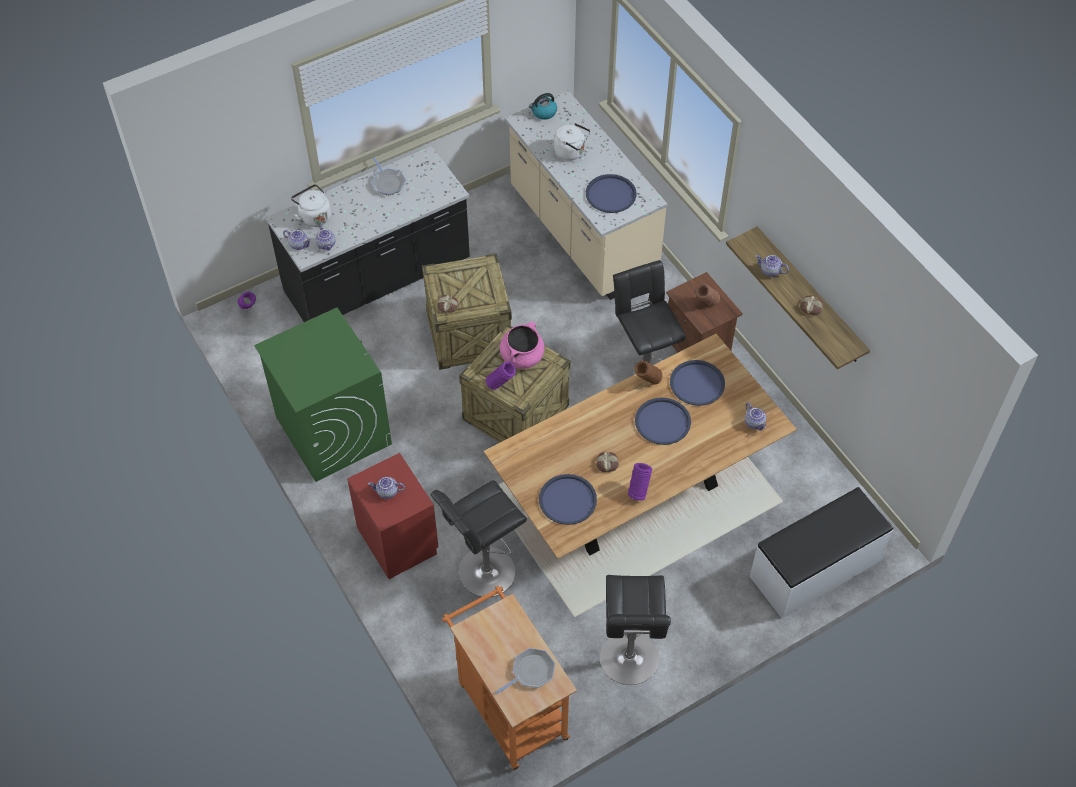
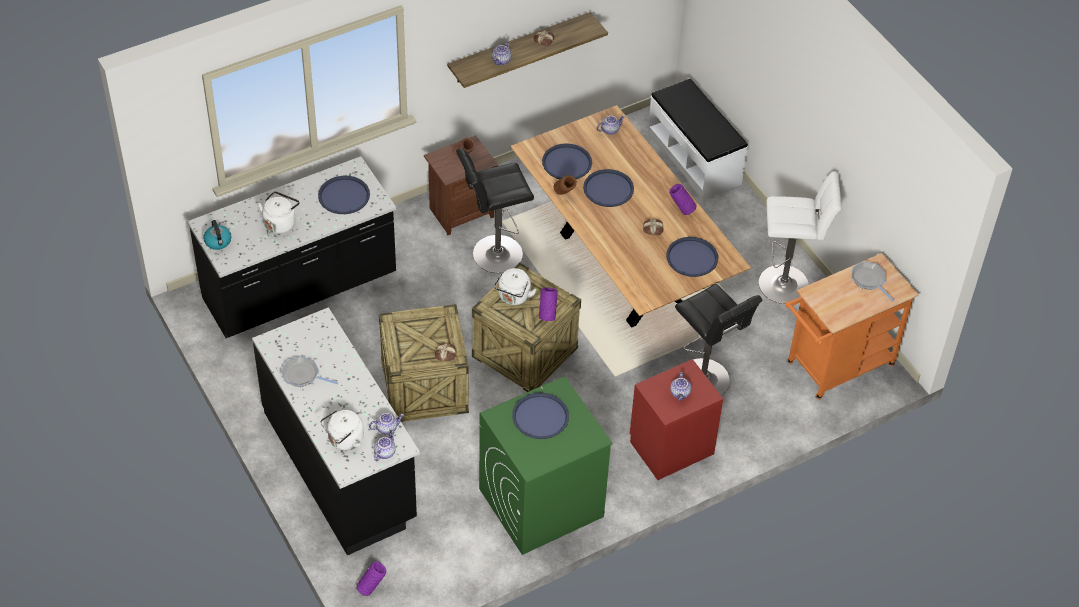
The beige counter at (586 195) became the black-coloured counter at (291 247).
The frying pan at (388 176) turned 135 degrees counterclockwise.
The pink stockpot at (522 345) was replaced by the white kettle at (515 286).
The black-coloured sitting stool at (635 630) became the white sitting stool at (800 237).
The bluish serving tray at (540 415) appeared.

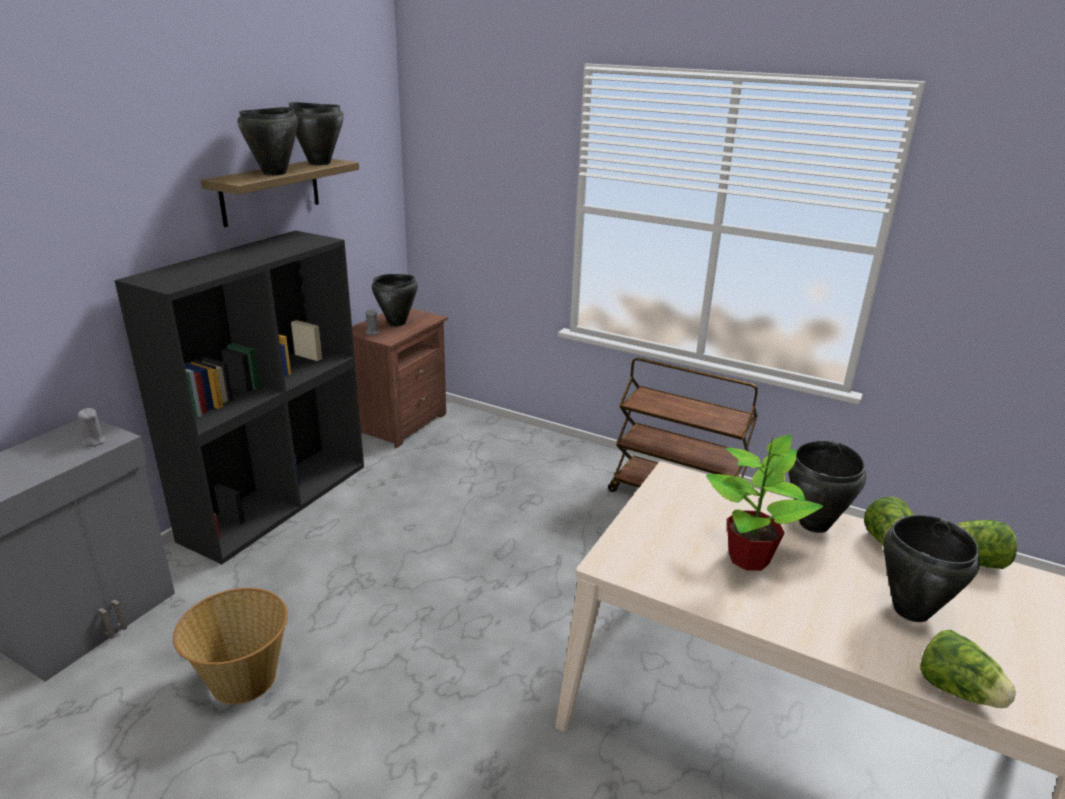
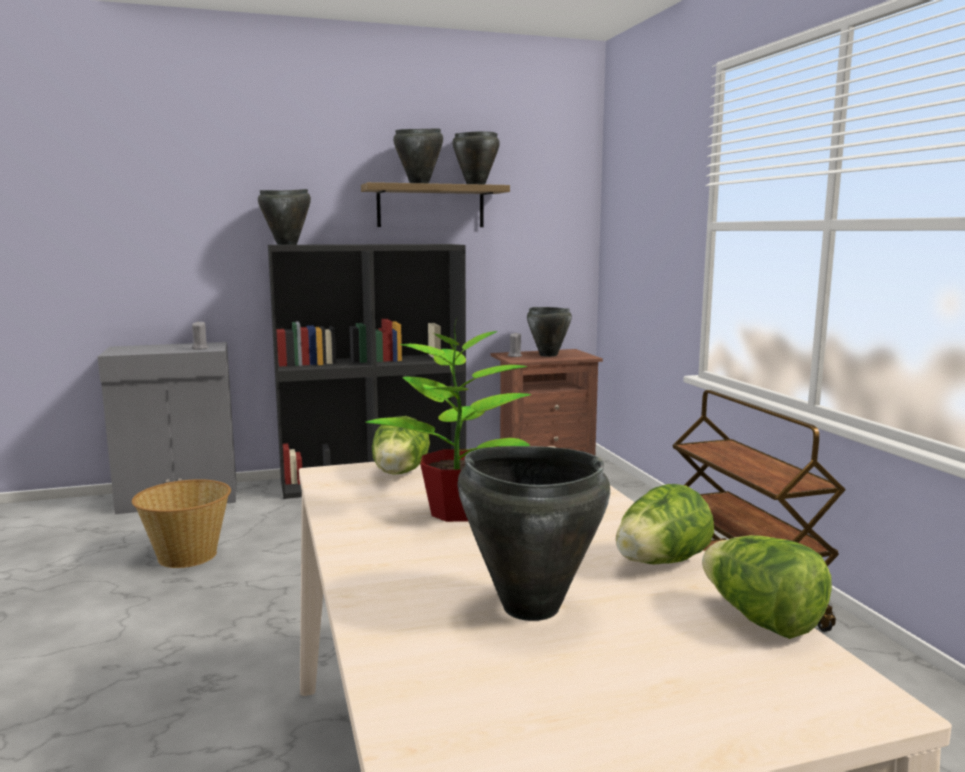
The black-coloured stockpot moved from (827 486) to (284 217).
The lettuce head moved from (968 669) to (401 445).

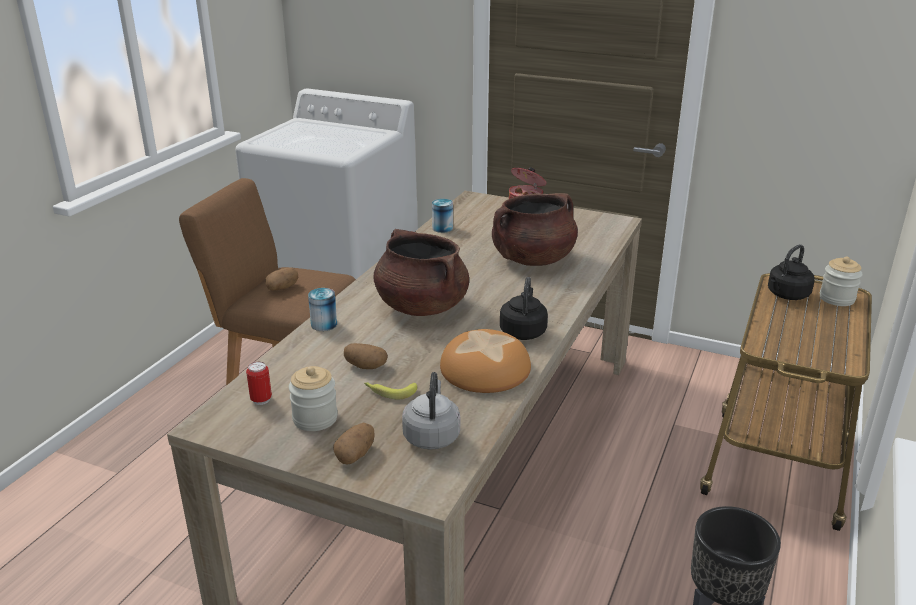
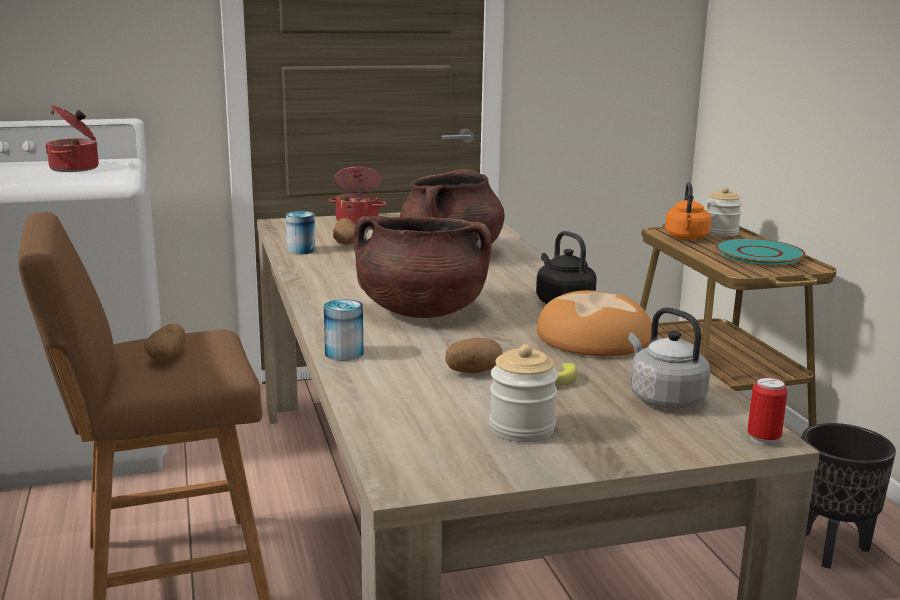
The black-coloured kettle at (791 272) became the orangey kettle at (688 211).
The can moved from (259 383) to (767 411).
The potato moved from (354 443) to (344 231).
The stockpot at (72 138) appeared.
The blue-green plate at (760 251) appeared.

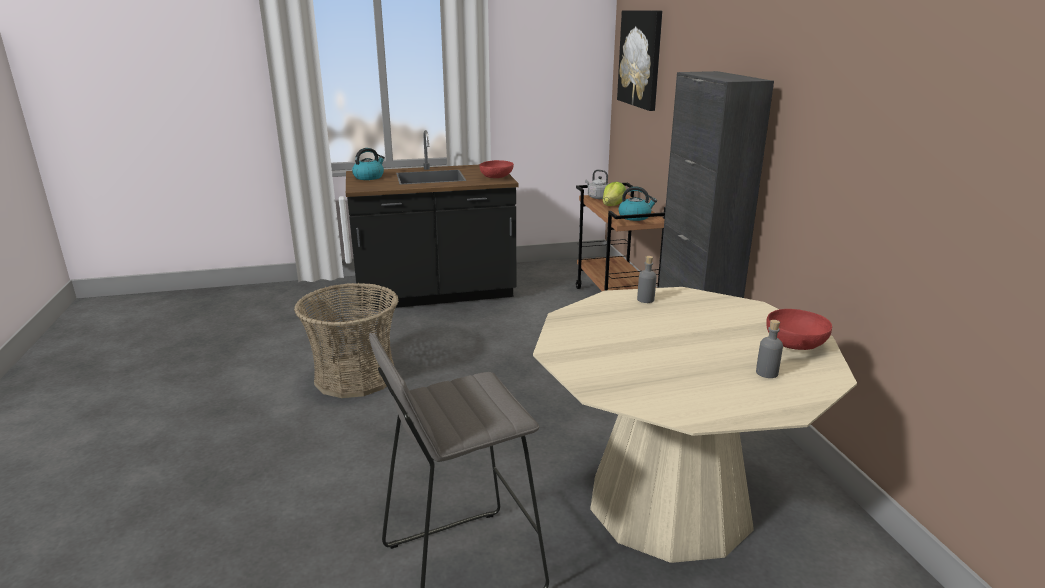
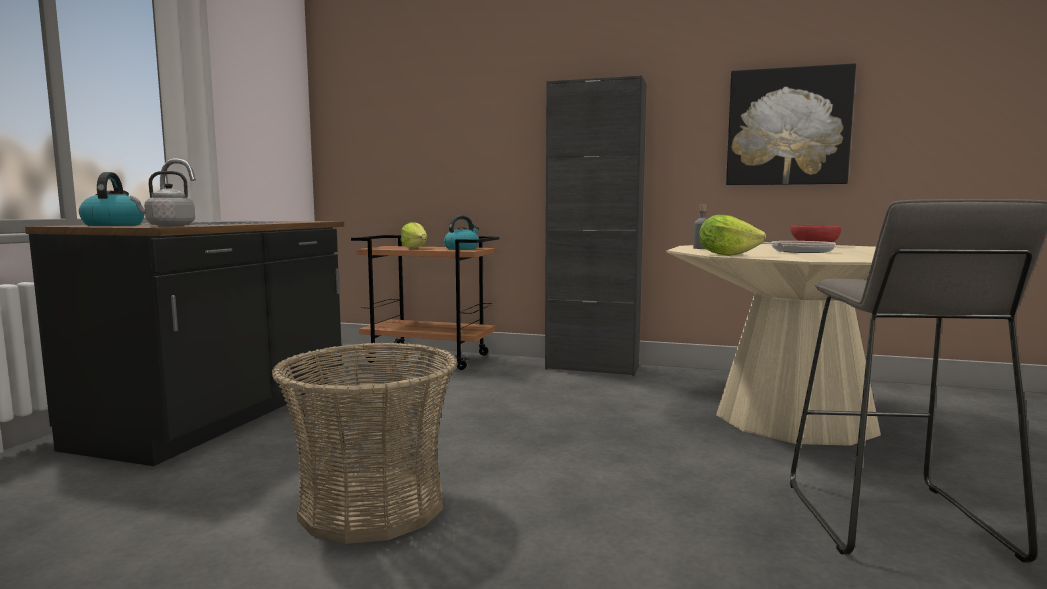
The wall picture moved from (639 60) to (791 124).
The reddish serving bowl at (496 169) disappeared.
The gray kettle moved from (596 184) to (162 198).
The gray beverage bottle at (769 349) disappeared.
The lettuce head at (732 235) appeared.
The frying pan at (798 247) appeared.

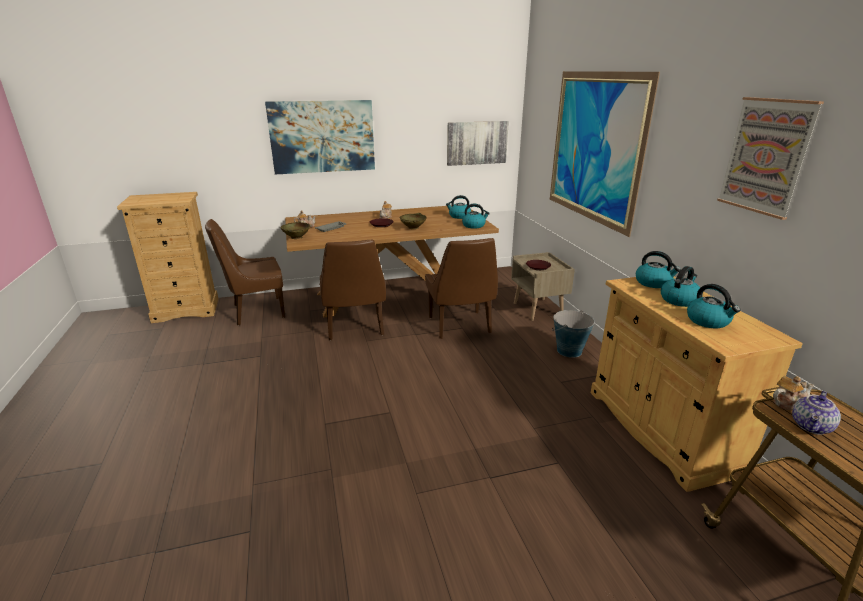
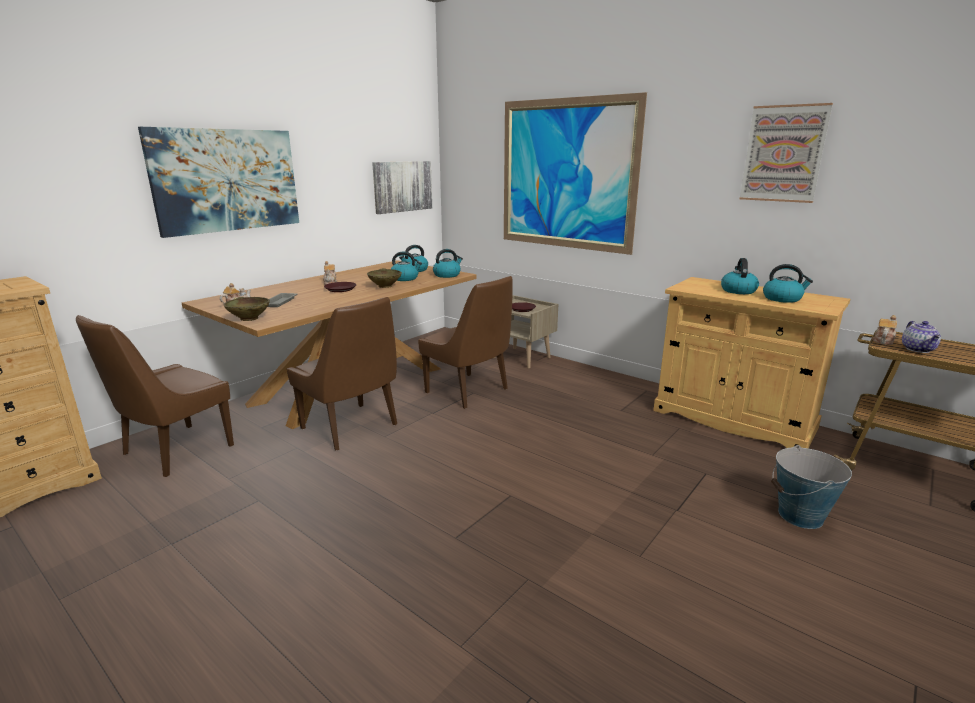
The kettle moved from (658 269) to (406 266).
The water bucket moved from (573 334) to (811 487).

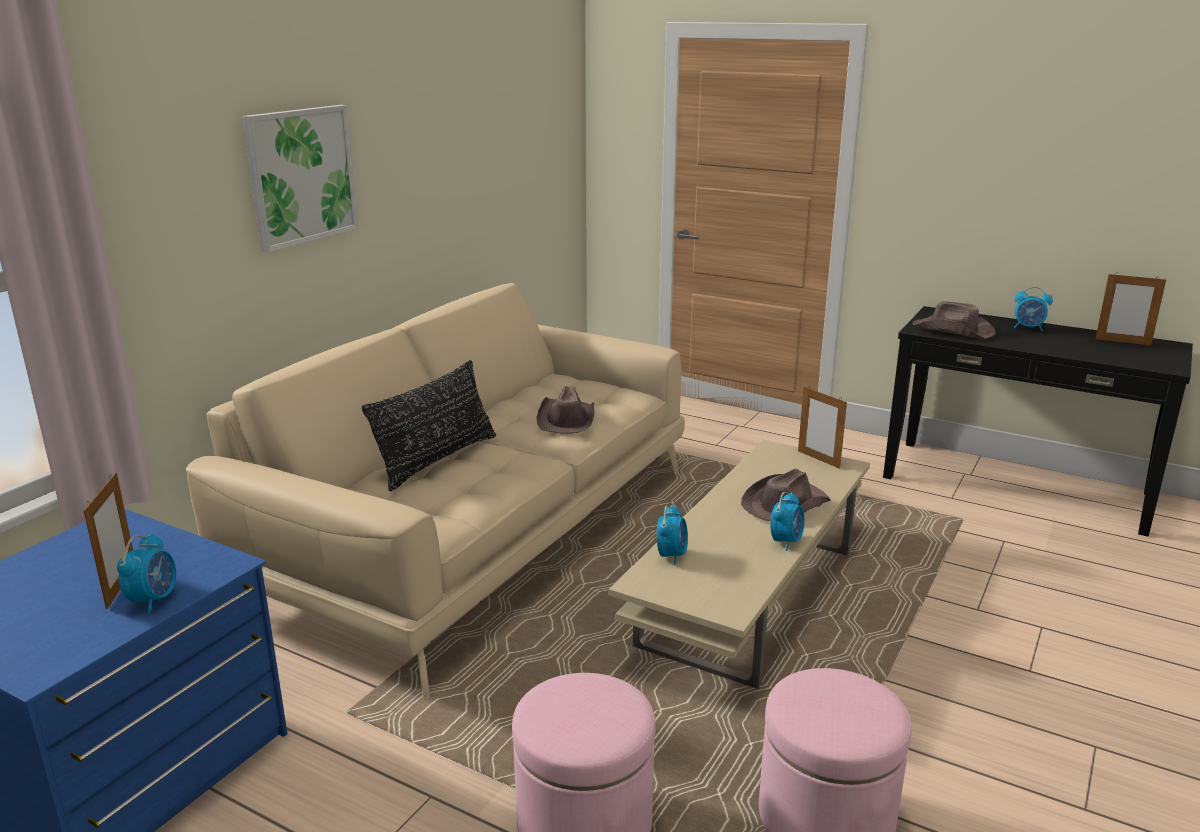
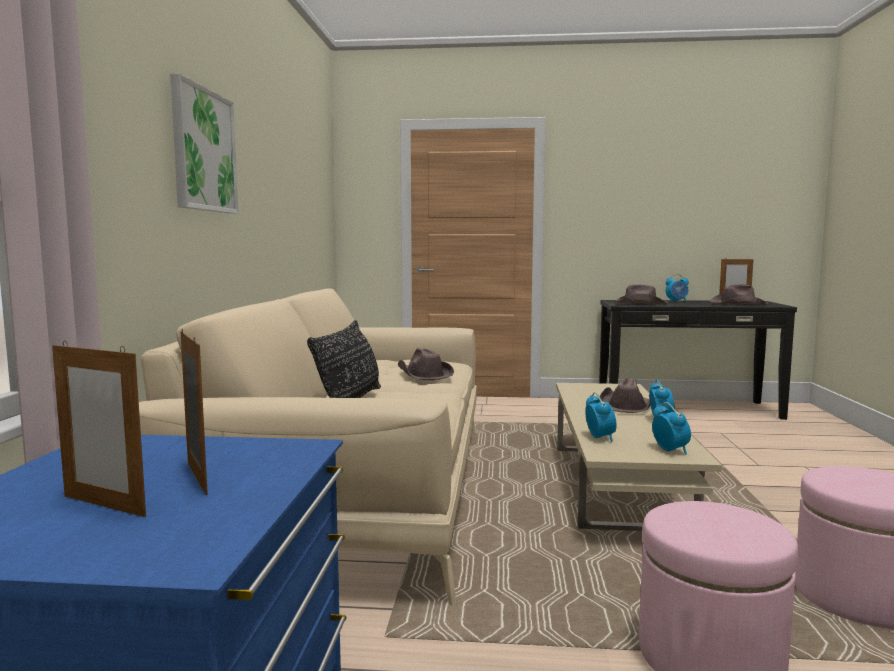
The standing frame moved from (822 428) to (99 429).
The bedside clock moved from (146 573) to (671 428).
The brownish wearable hat at (739 294) appeared.

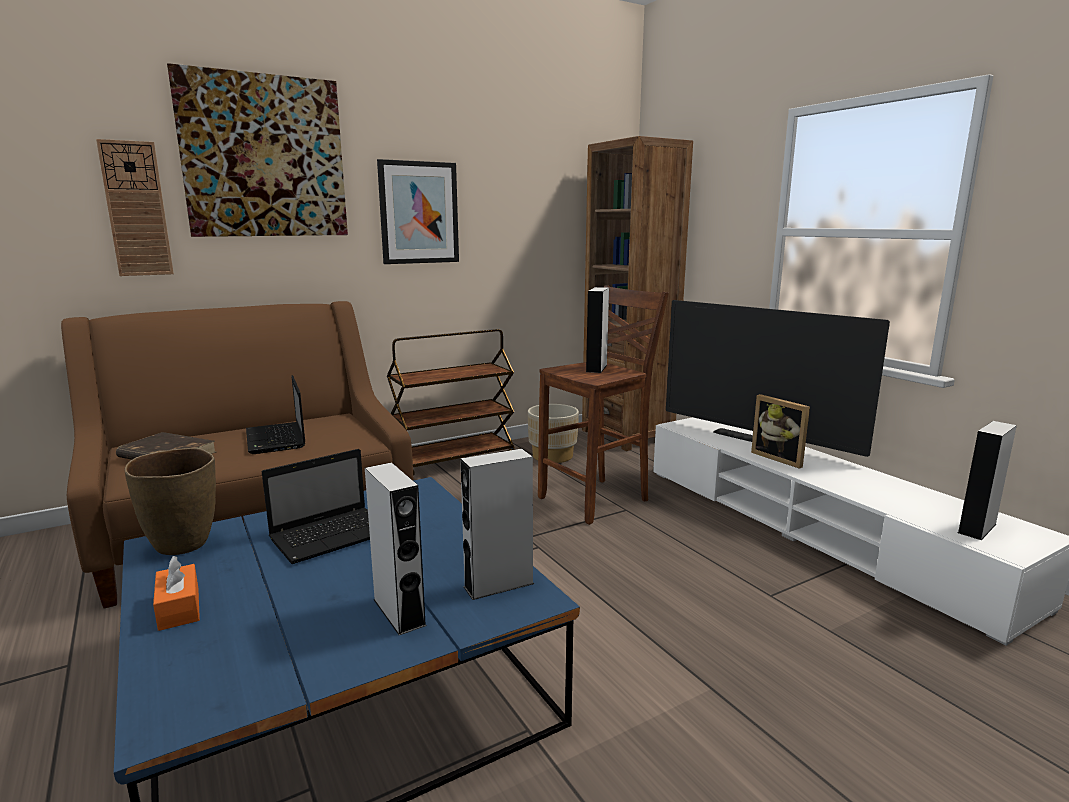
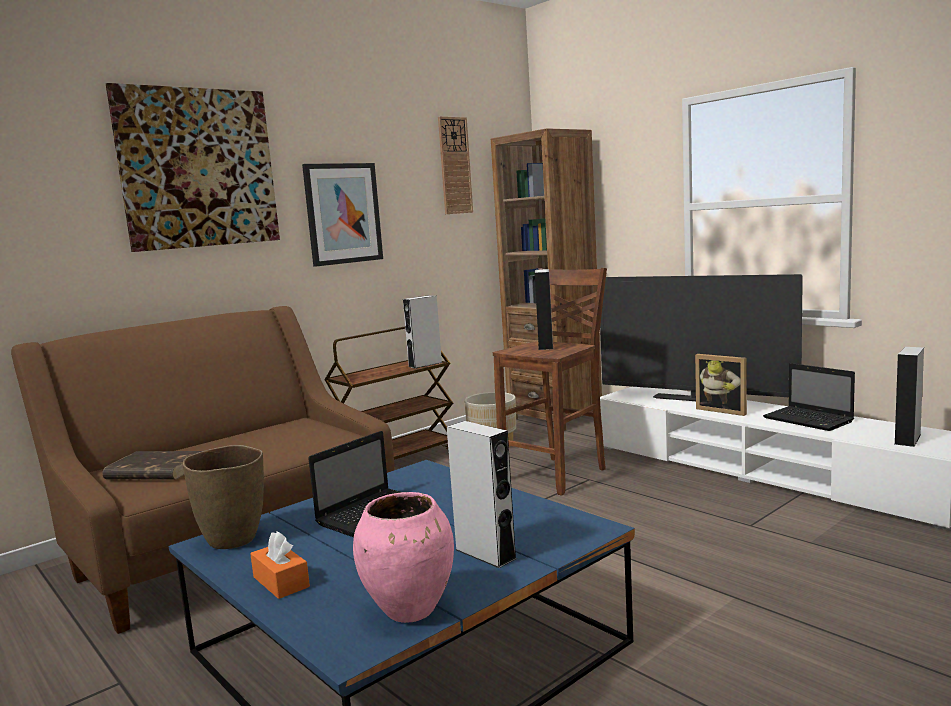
The hanging clock moved from (135 207) to (455 165).
The portable computer moved from (275 414) to (809 397).
The gray loudspeaker moved from (497 524) to (422 331).
The pink flower vase at (403 557) appeared.

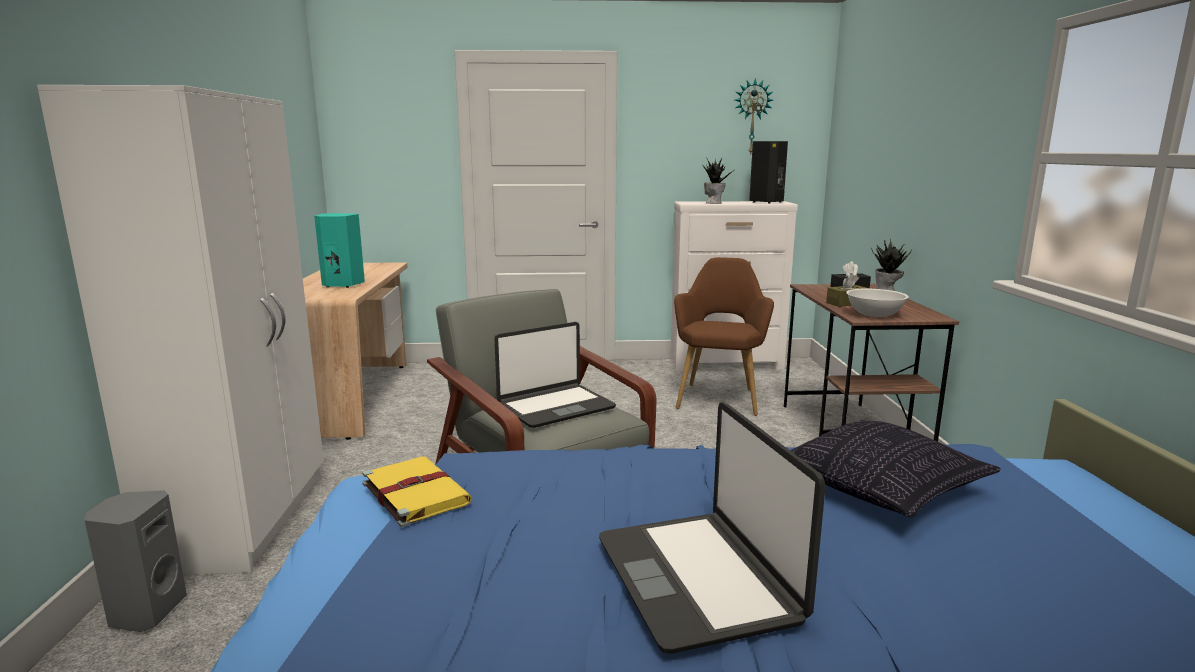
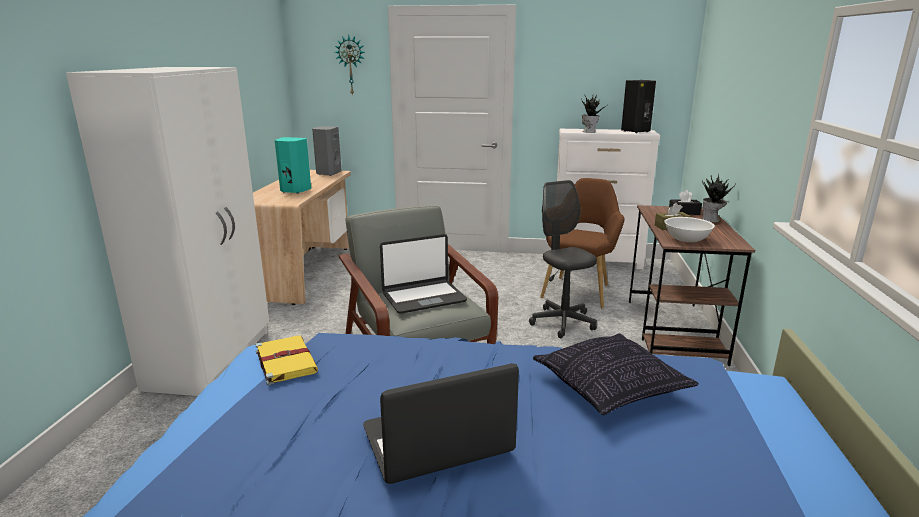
The hanging clock moved from (754 116) to (350 65).
The portable computer at (712 528) turned 75 degrees clockwise.
The gray loudspeaker moved from (136 561) to (327 151).
The gray computer chair at (563 259) appeared.

